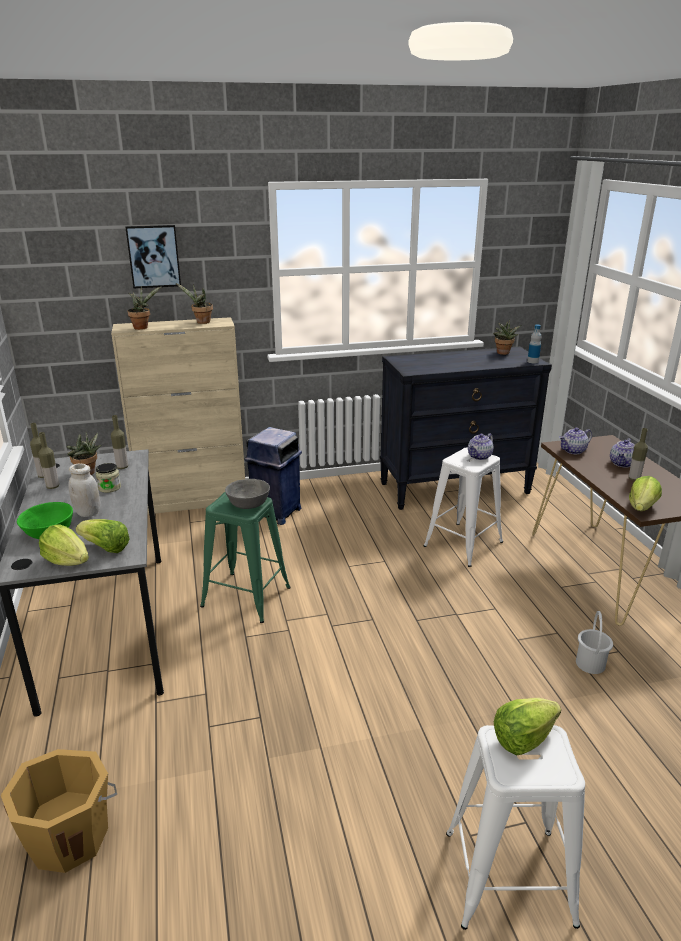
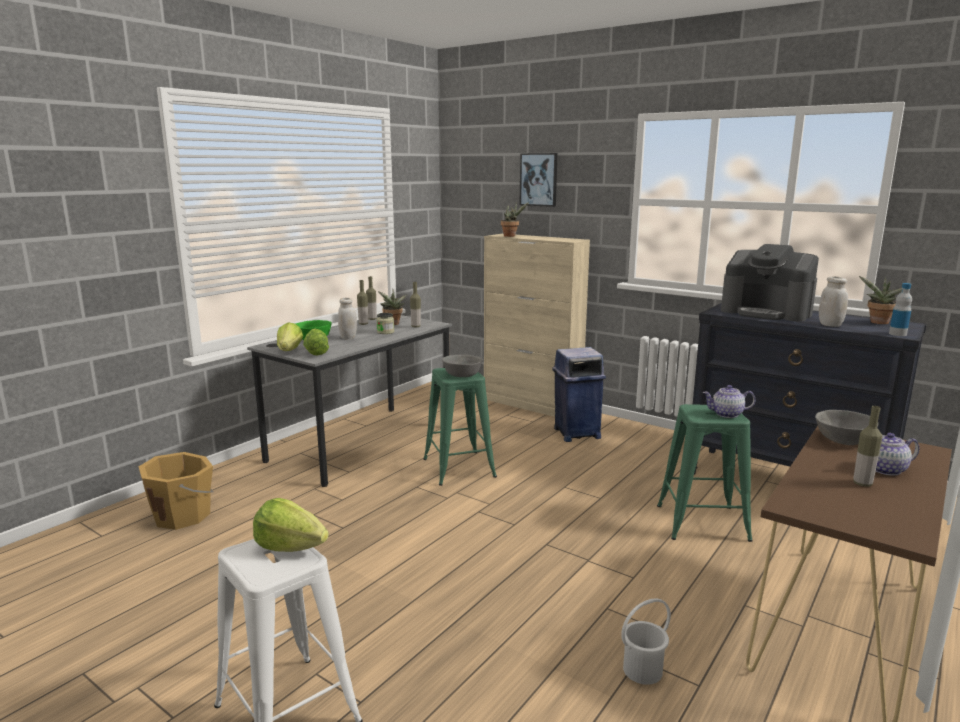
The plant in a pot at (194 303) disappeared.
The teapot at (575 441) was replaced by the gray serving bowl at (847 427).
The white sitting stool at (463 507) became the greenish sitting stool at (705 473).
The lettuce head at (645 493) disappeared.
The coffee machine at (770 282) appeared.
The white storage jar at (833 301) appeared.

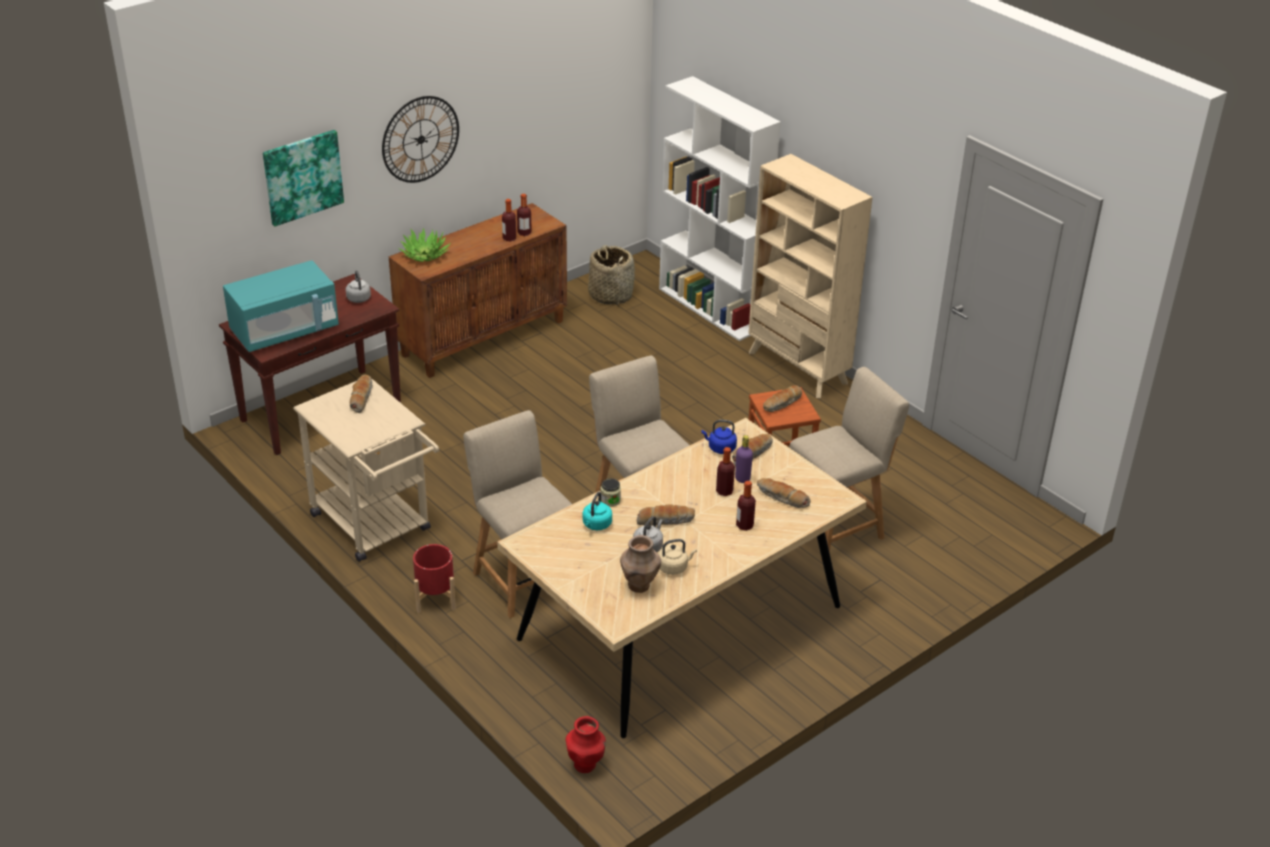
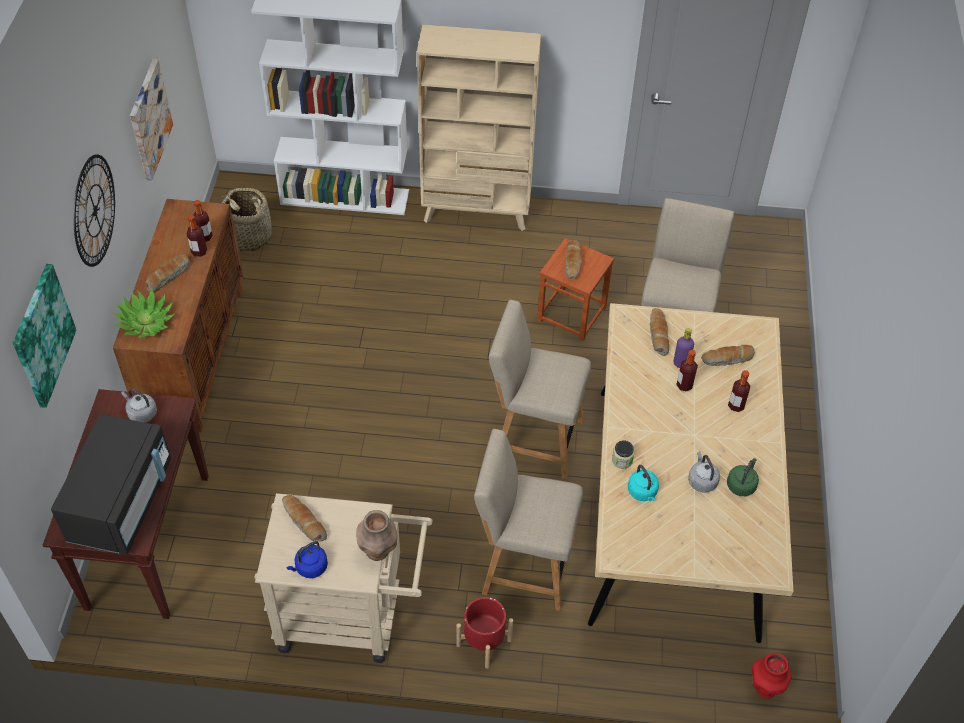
The blue-green kitchen microwave at (281 306) became the black-coloured kitchen microwave at (111 484).
The bluish kettle moved from (719 437) to (307 559).
The bakery bread moved from (665 515) to (167 273).
The brownish flower vase moved from (640 564) to (376 535).
The beige kettle at (677 557) became the greenish kettle at (743 477).
The wall picture at (151 120) appeared.

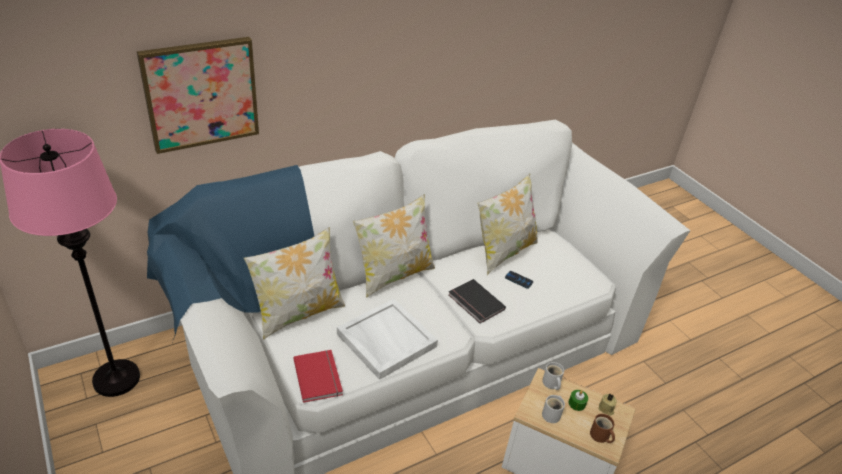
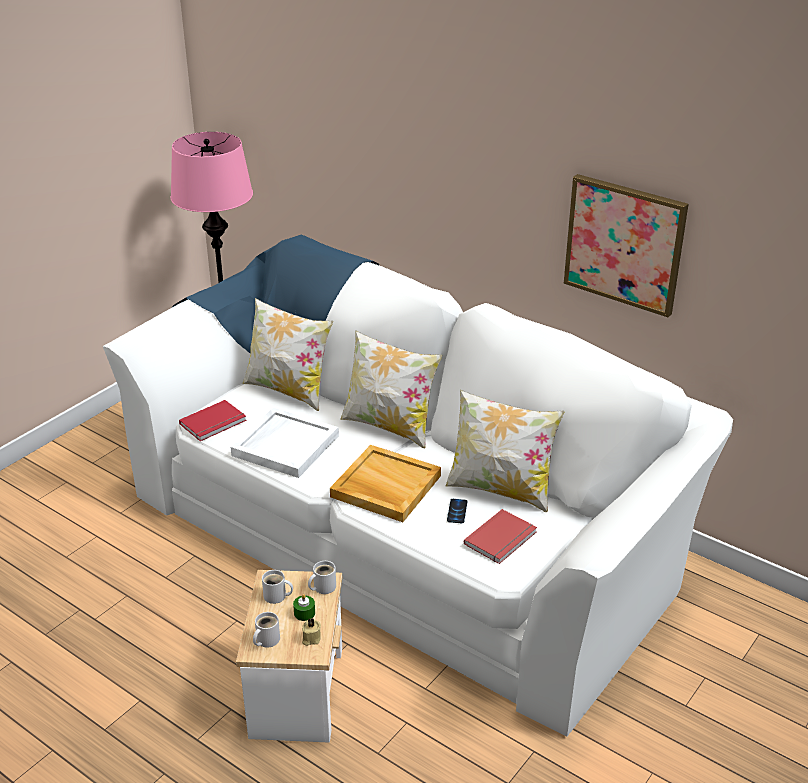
The wall picture moved from (198 95) to (626 245).
The black-coloured volume at (477 301) was replaced by the beige serving tray at (385 483).
The brownish tea mug at (602 428) became the white tea mug at (266 630).
The reddish volume at (500 536) appeared.

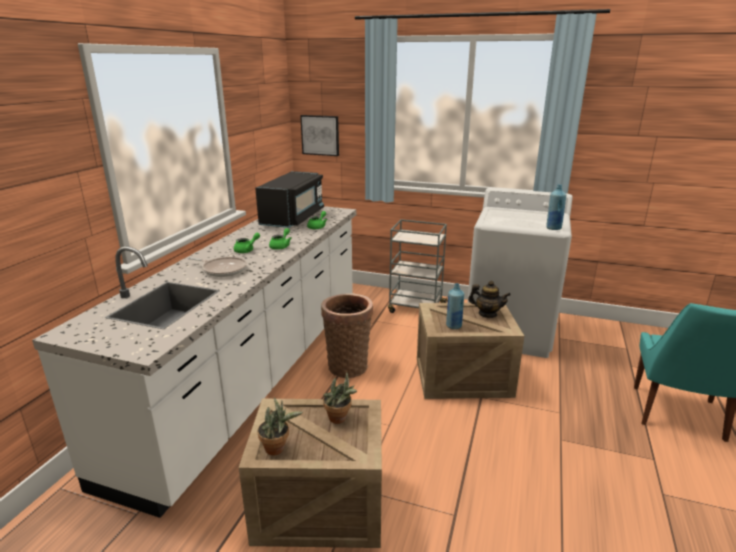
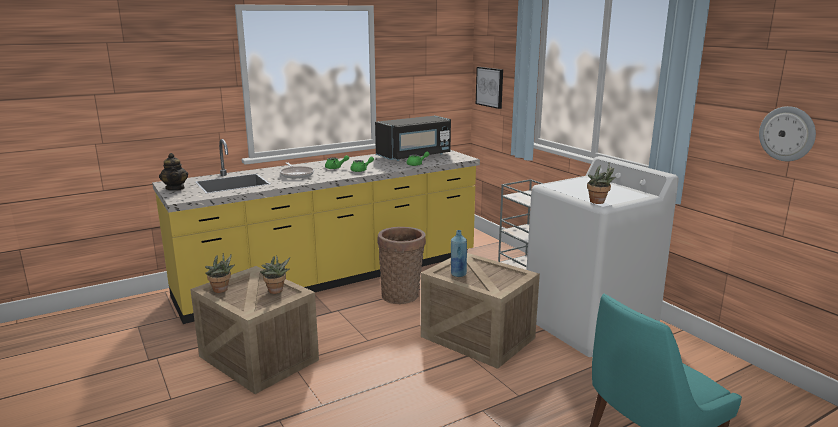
The bluish beverage bottle at (556 207) was replaced by the plant in a pot at (601 183).
The white counter at (194 362) became the yellow counter at (316 231).
The teapot moved from (489 299) to (173 172).
The hanging clock at (787 133) appeared.

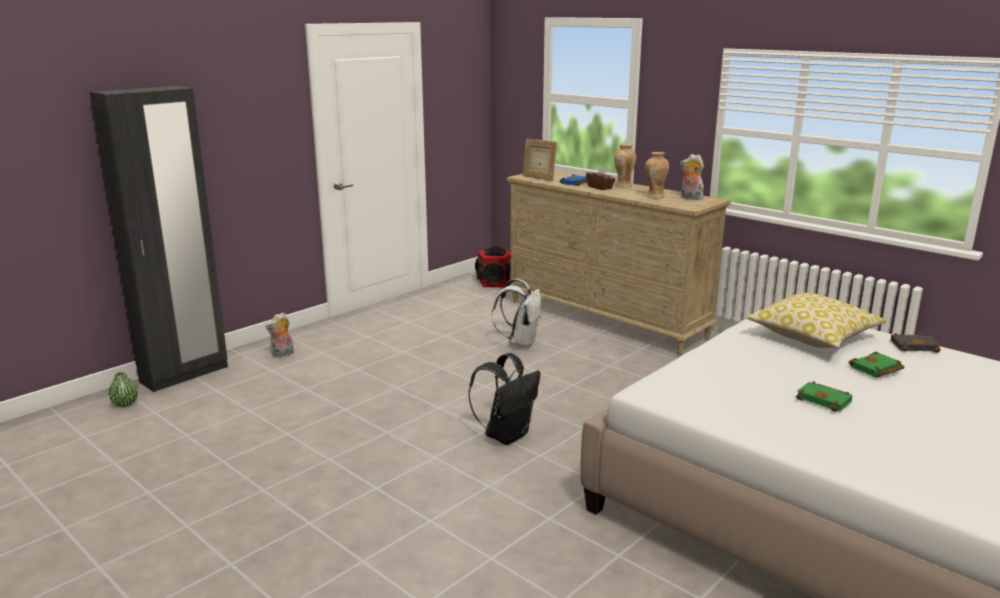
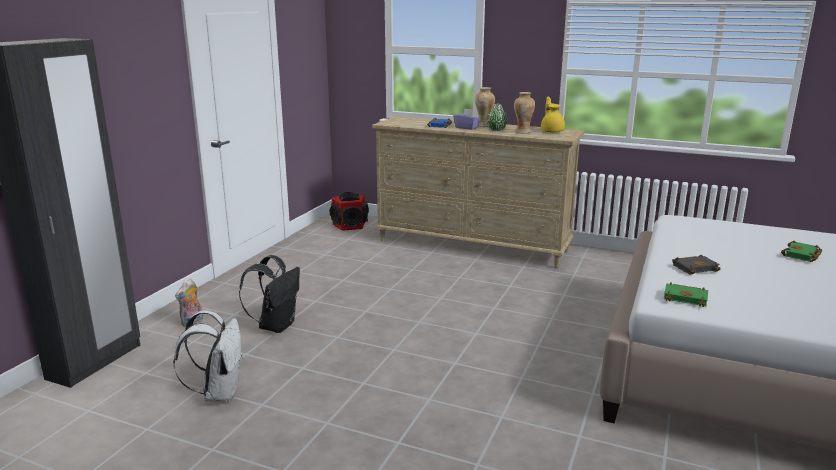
The standing frame at (540 160) disappeared.
The soft toy at (692 177) was replaced by the yellow teapot at (553 114).
The brownish box of tissues at (600 178) became the purplish box of tissues at (467 119).
The white rucksack moved from (516 313) to (208 356).
The pillow at (816 320) disappeared.
The black-coloured volume moved from (916 343) to (696 265).
The black-coloured rucksack moved from (504 399) to (269 294).
The greenish flower vase moved from (123 389) to (497 117).
The greenish volume moved from (824 396) to (686 294).

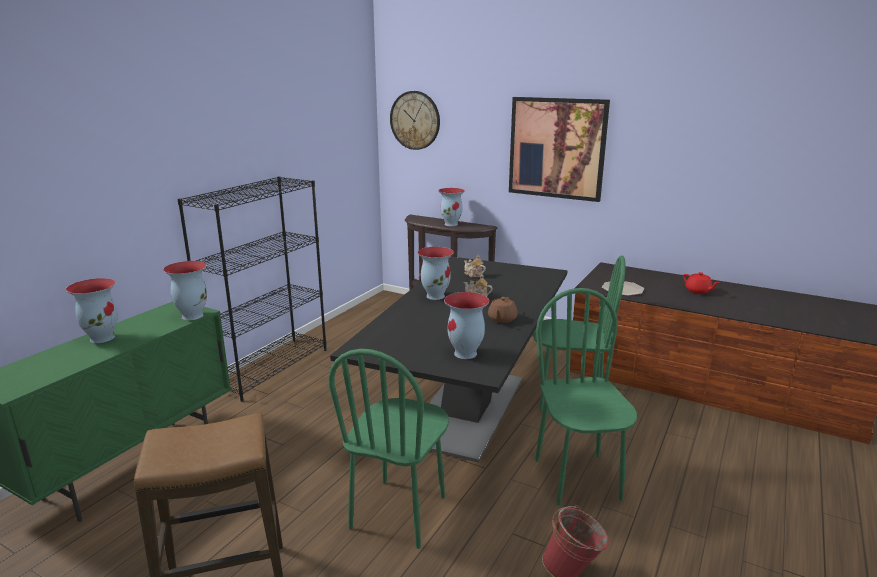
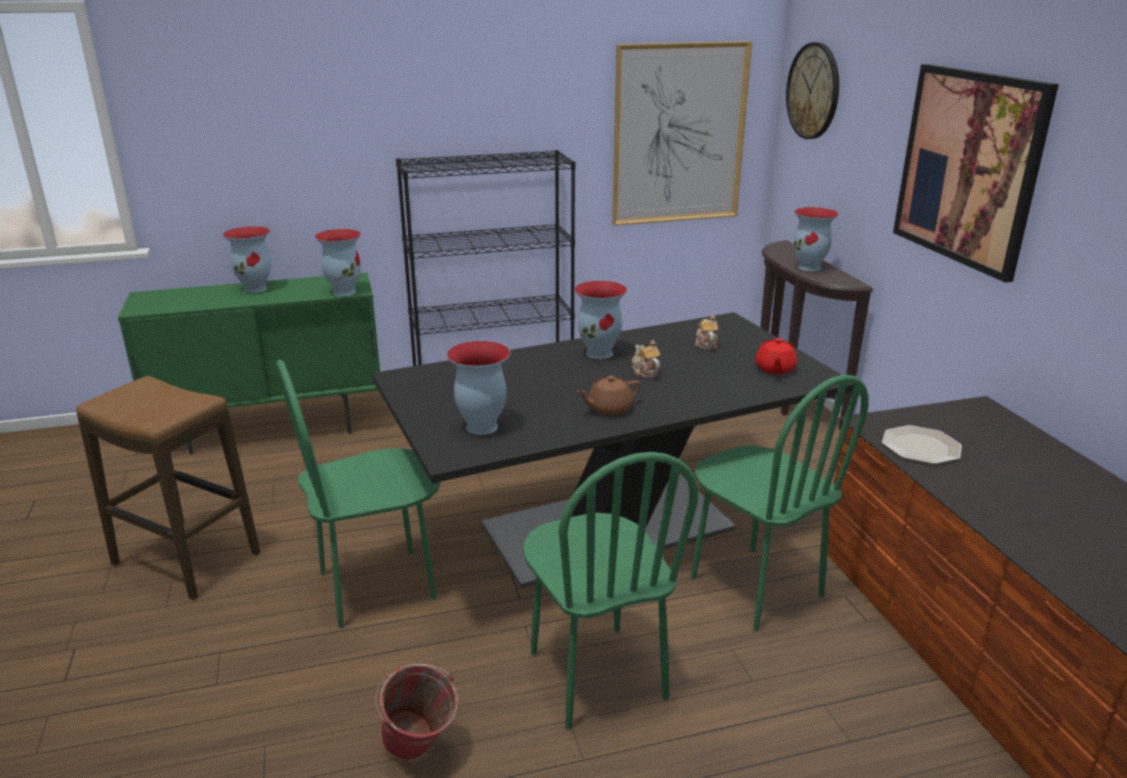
The reddish teapot moved from (701 283) to (776 356).
The greenish plain chair at (586 397) turned 120 degrees clockwise.
The wall picture at (682 133) appeared.

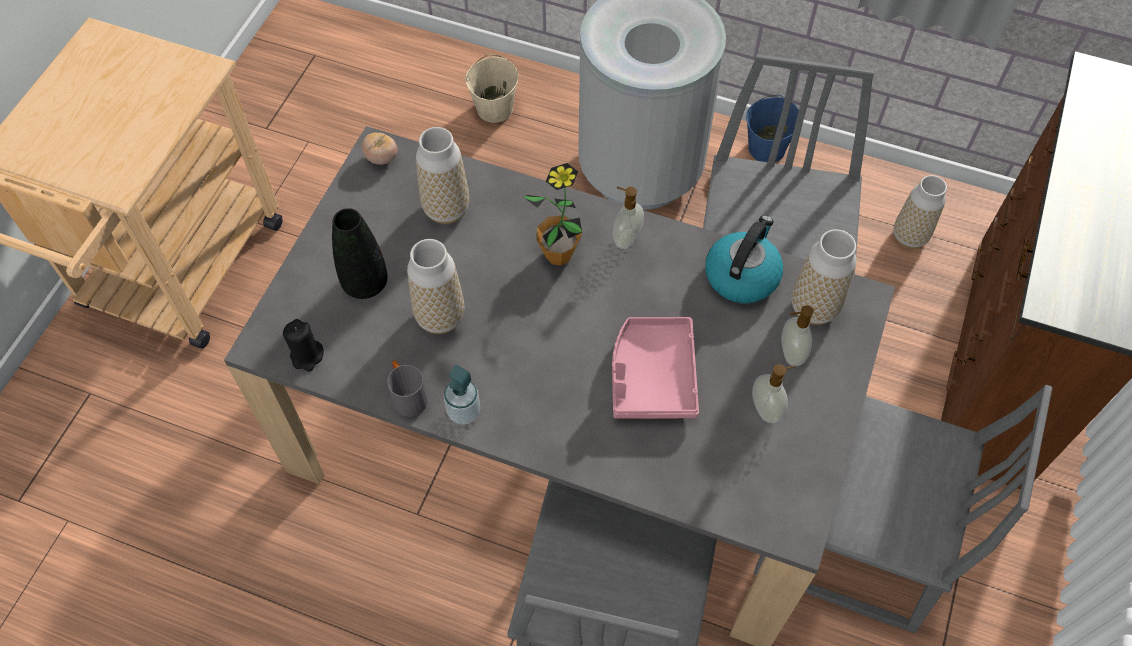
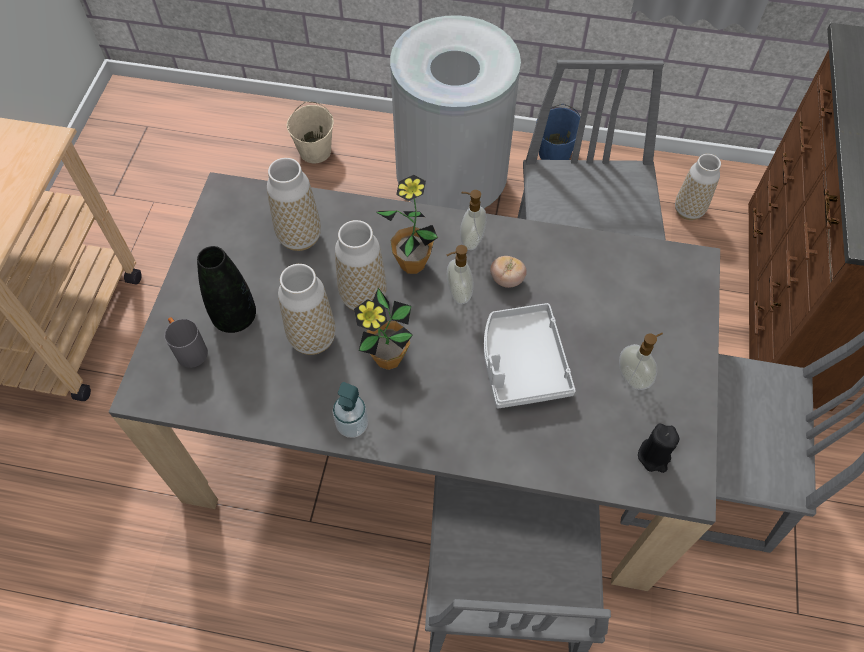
The tomato moved from (380 149) to (508 272).
The kettle at (744 259) disappeared.
The flower vase moved from (824 277) to (361 265).
The soap dispenser moved from (797 335) to (460 274).
The pink serving tray at (655 368) became the gray serving tray at (530 355).
The black-coloured wax candle moved from (303 345) to (659 448).
The gray tea mug moved from (407 389) to (186 342).
The plant in a pot at (383 329) appeared.

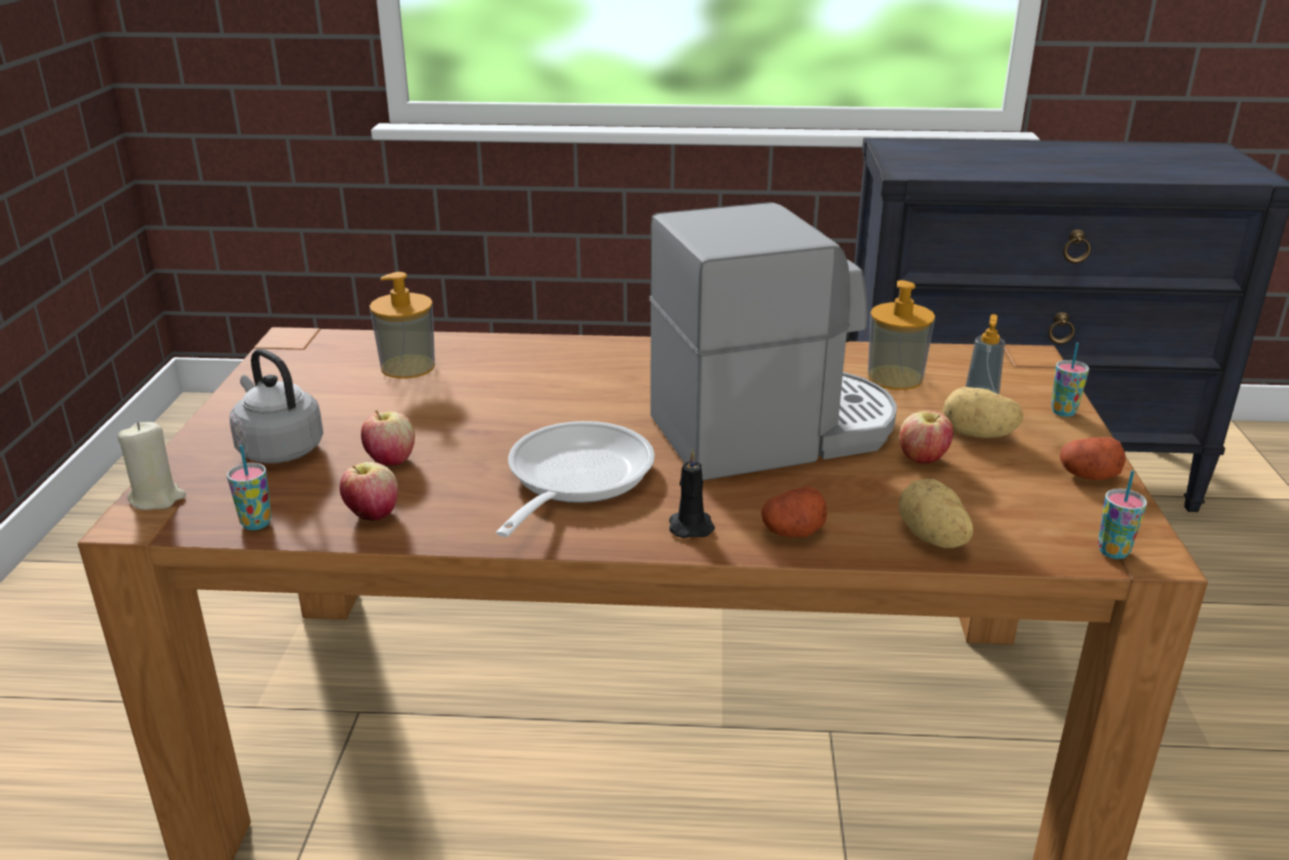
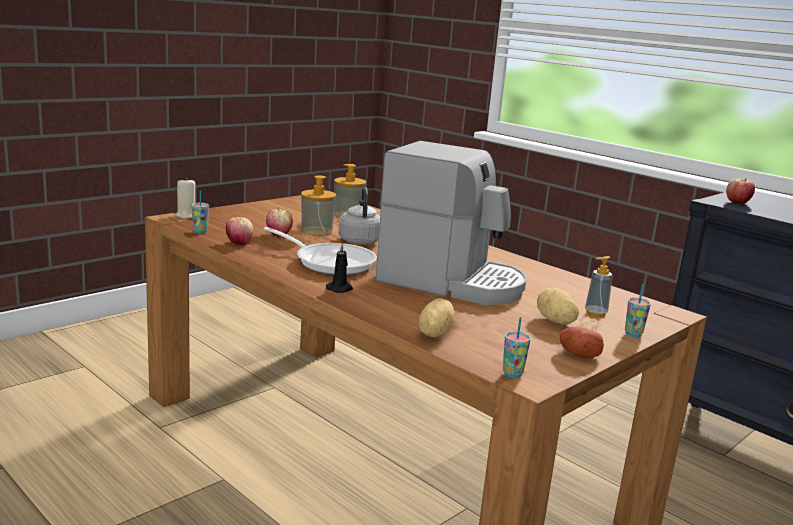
The soap dispenser moved from (901 335) to (318 205).
The gray kettle moved from (276 406) to (359 215).
The whole apple moved from (926 437) to (740 191).
The frying pan at (575 479) turned 60 degrees clockwise.
The potato at (794 512) disappeared.

